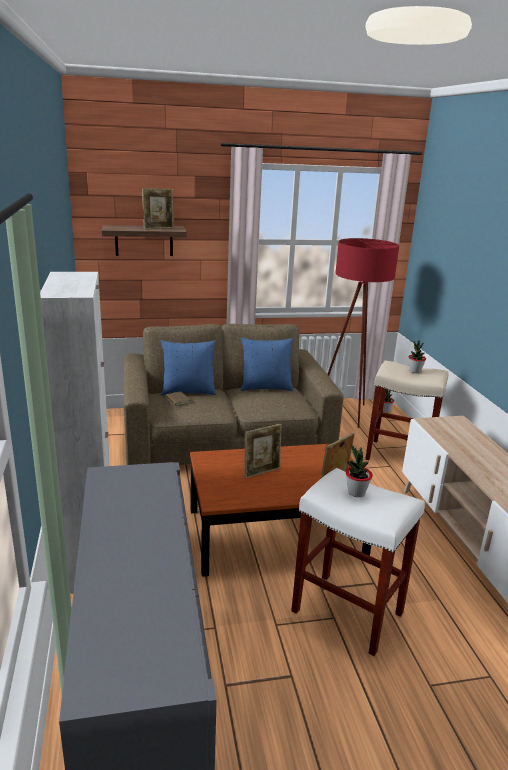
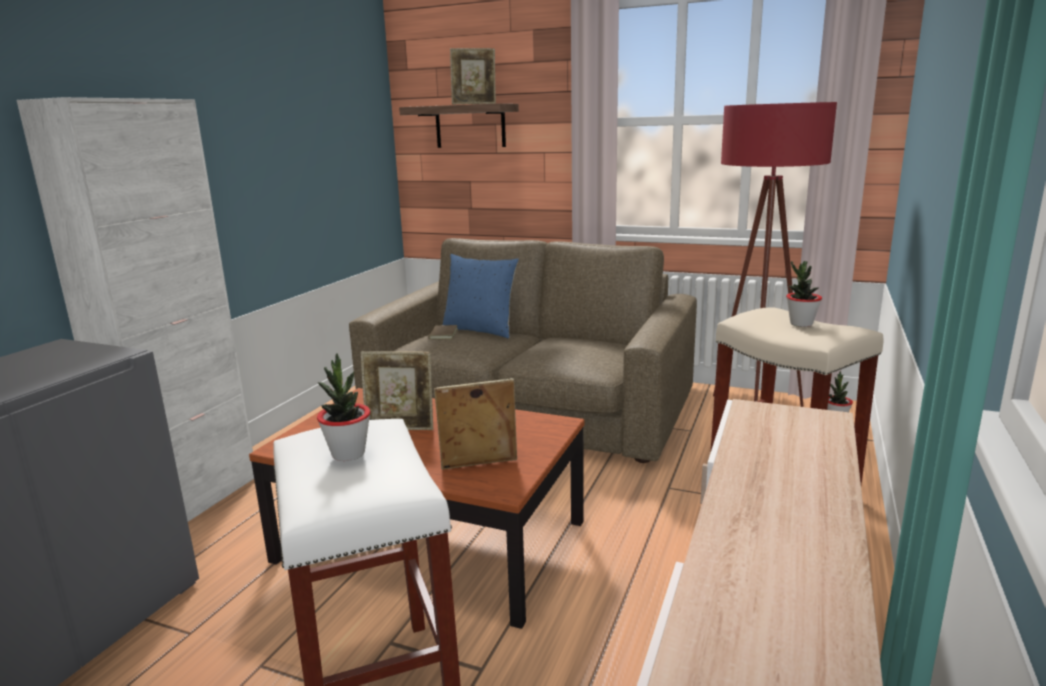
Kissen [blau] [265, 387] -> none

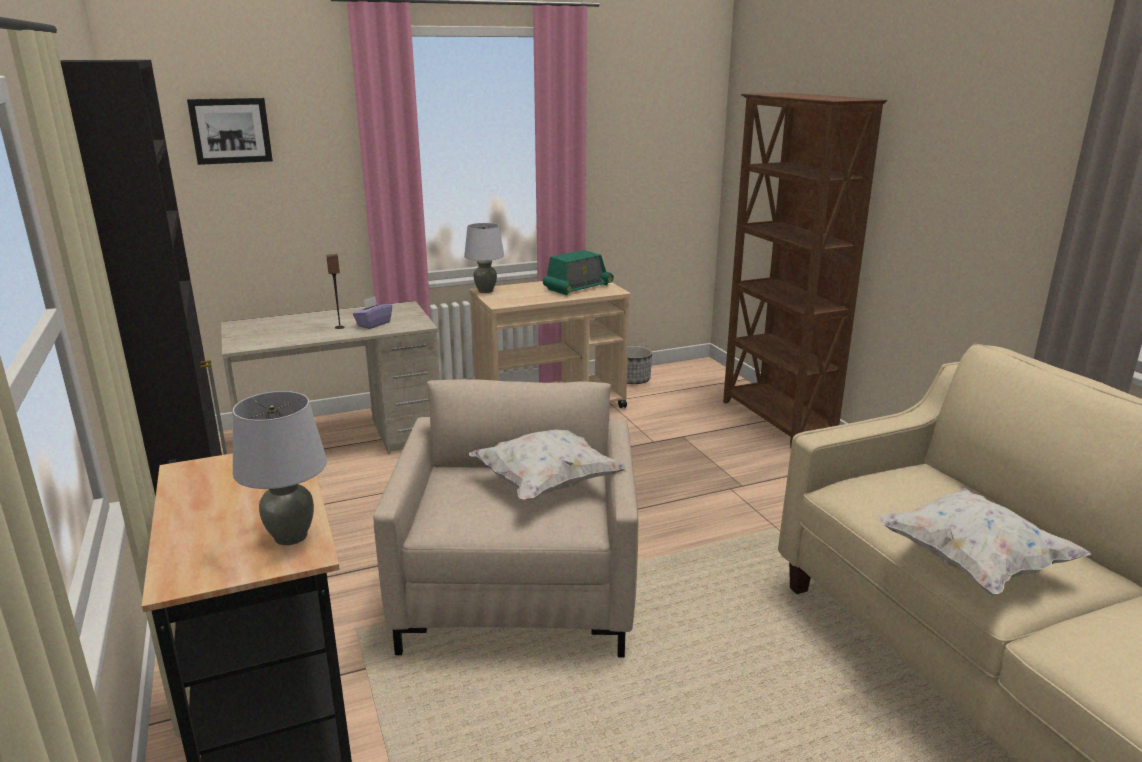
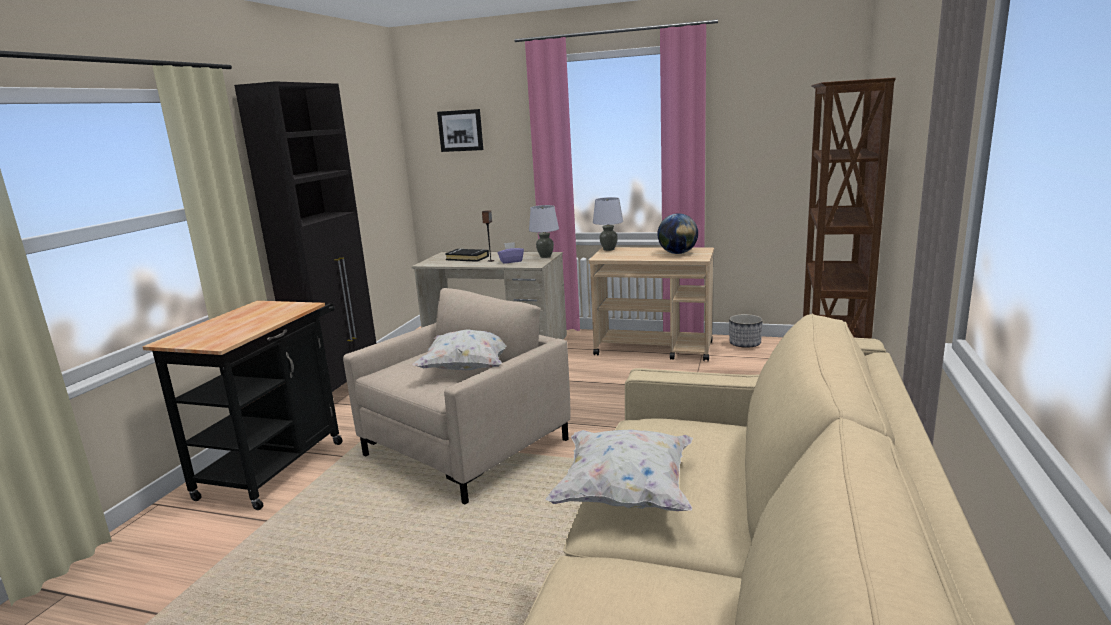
Tischlampe [grau] [291, 536] -> Tischlampe [grau] [545, 256], moved
Radio [578, 287] -> Globus [677, 253]
none -> Buch [schwarz] [467, 258]

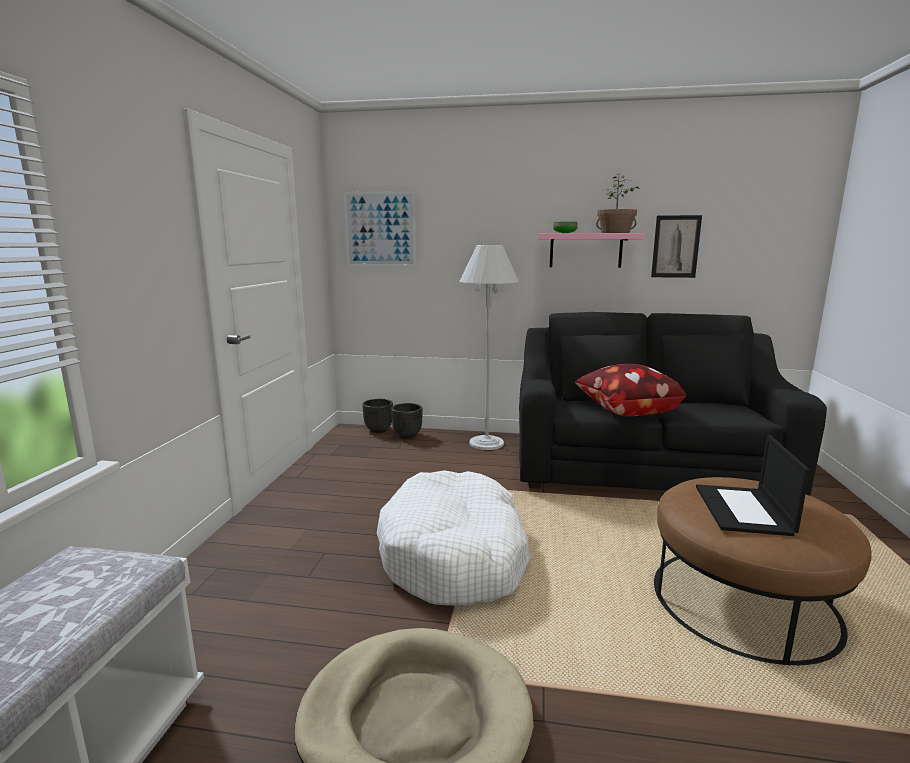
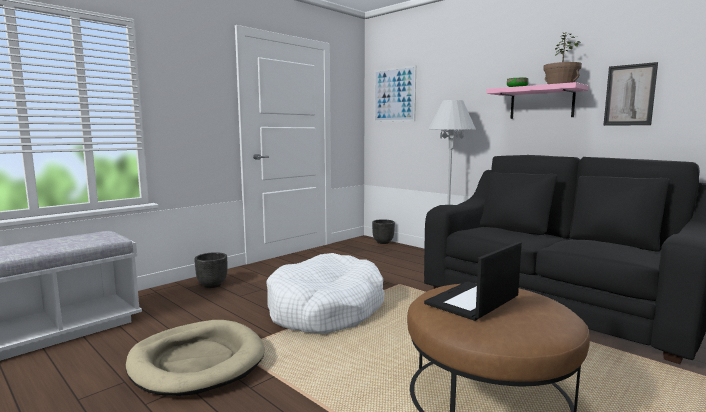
Pflanzkübel [schwarz] [407, 435] -> Pflanzkübel [schwarz] [212, 285], moved
Kissen [625, 411] -> none

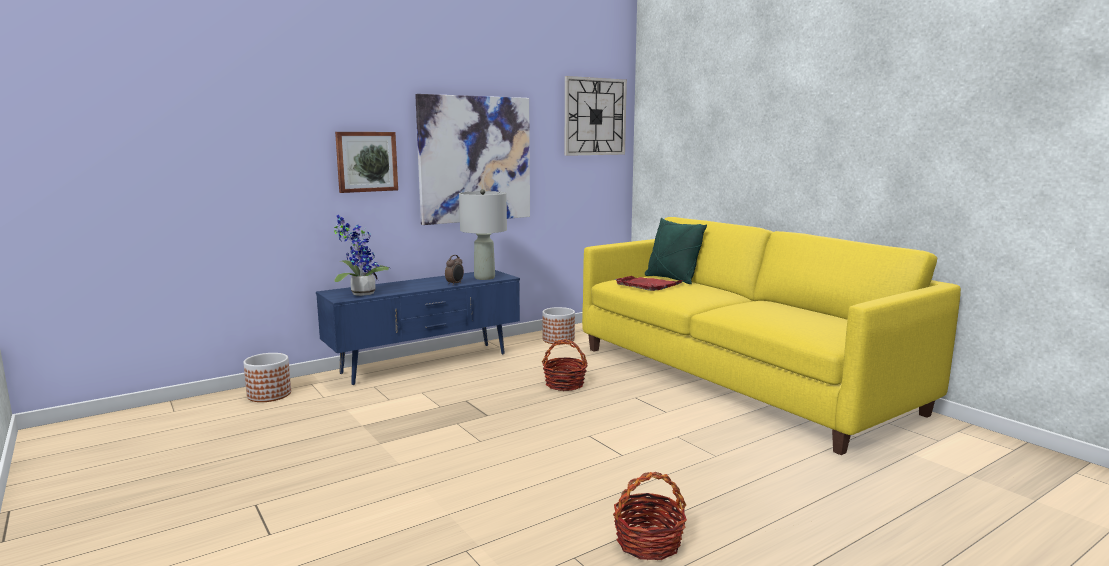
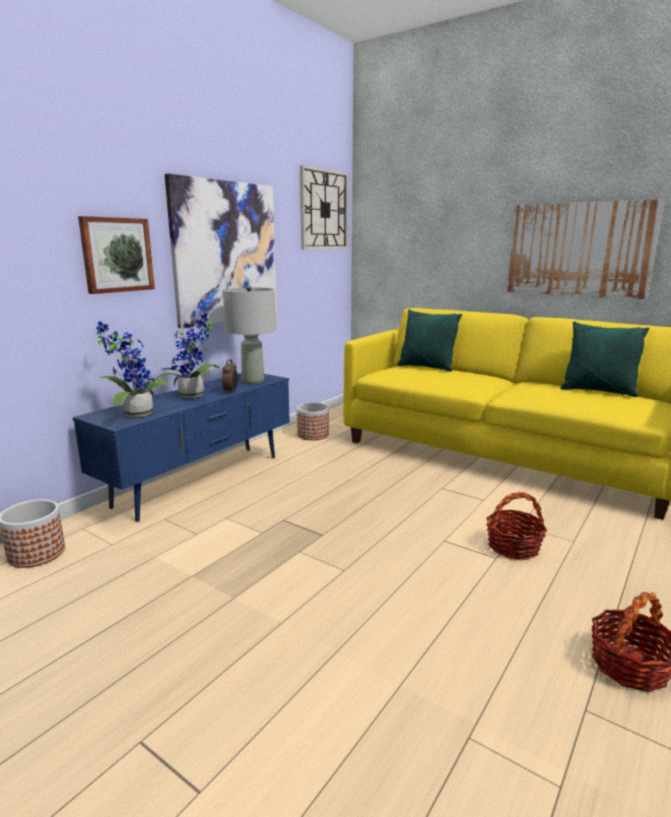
Korb [564, 384] -> Korb [513, 547], moved
Tablett [rot] [648, 285] -> none
none -> Topfpflanze [194, 396]
none -> Bild [579, 249]
none -> Kissen [grün] [598, 391]

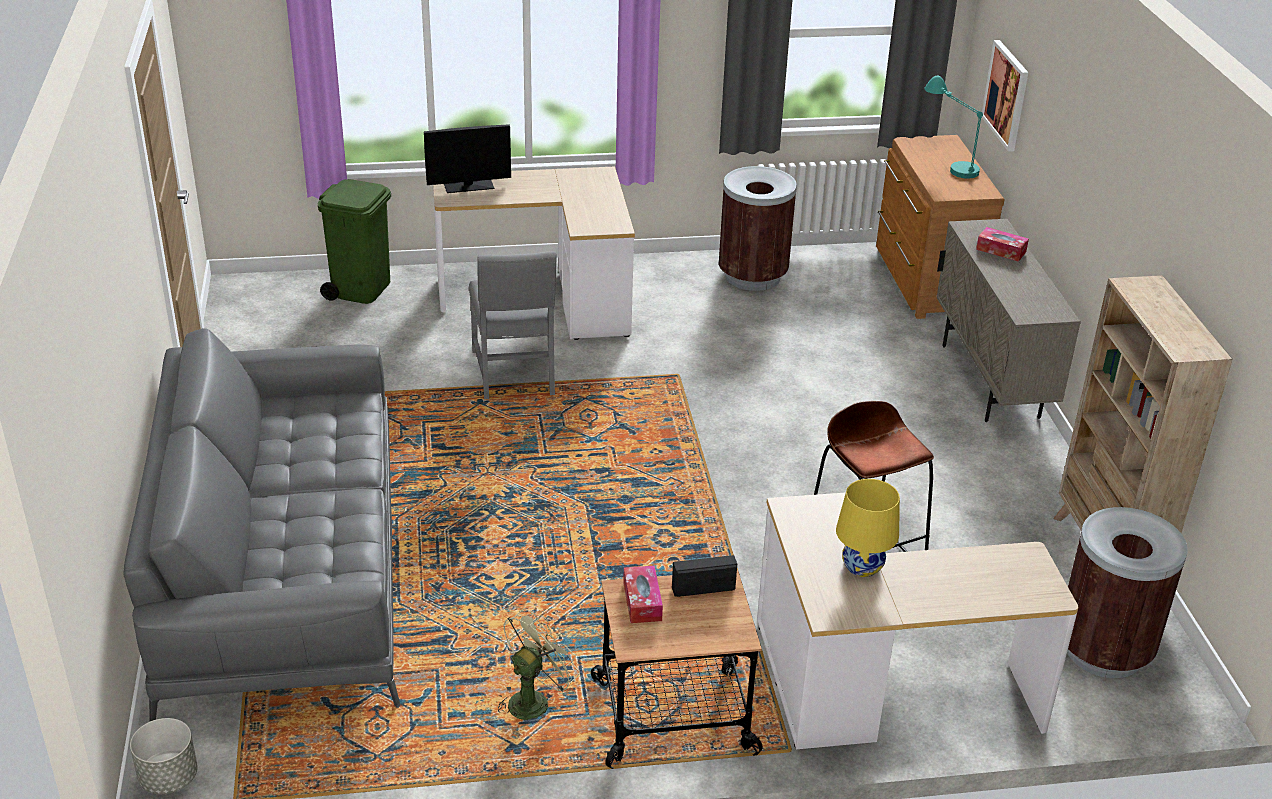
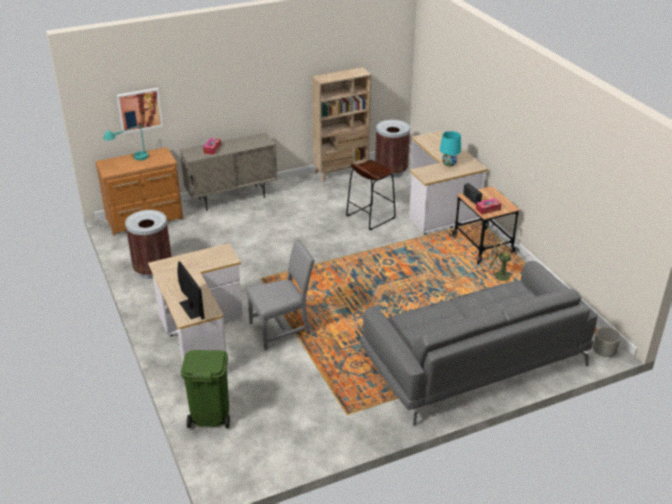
Tischlampe [gelb] [862, 566] -> Tischlampe [türkis] [449, 163]

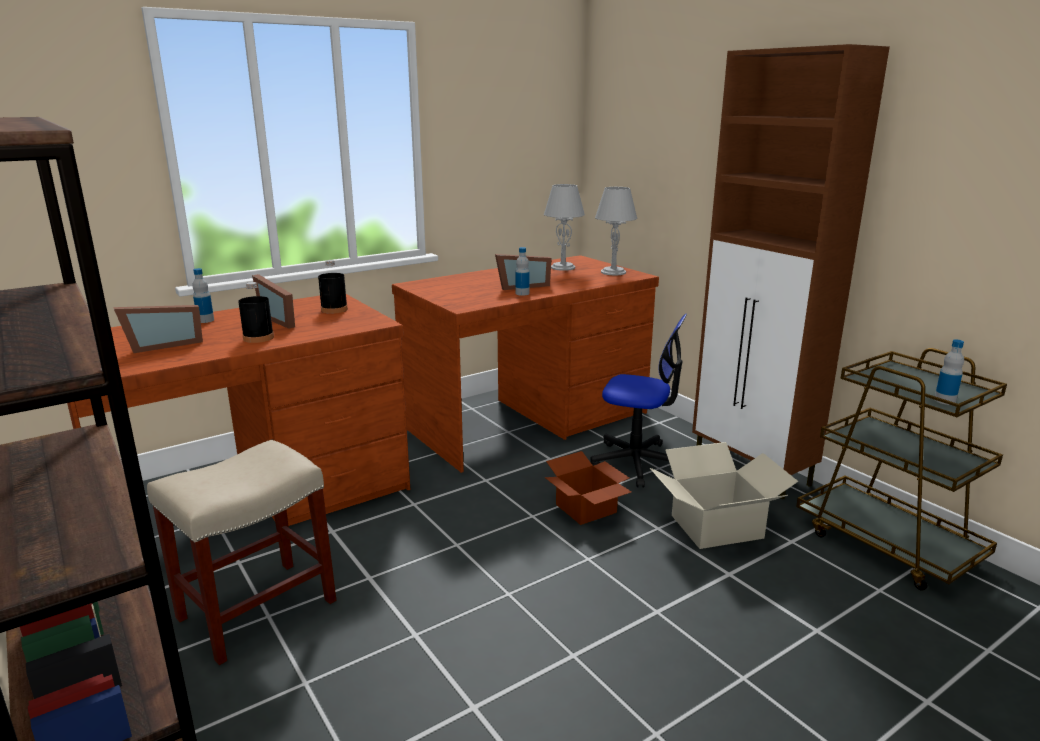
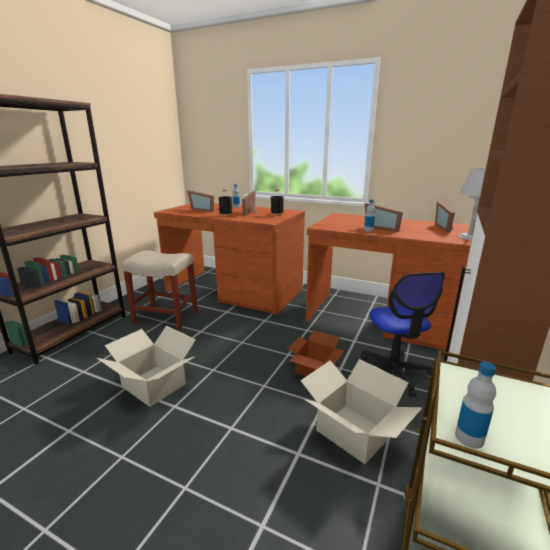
Tischlampe [grau] [563, 267] -> Bilderrahmen [445, 227]
none -> Karton [154, 385]

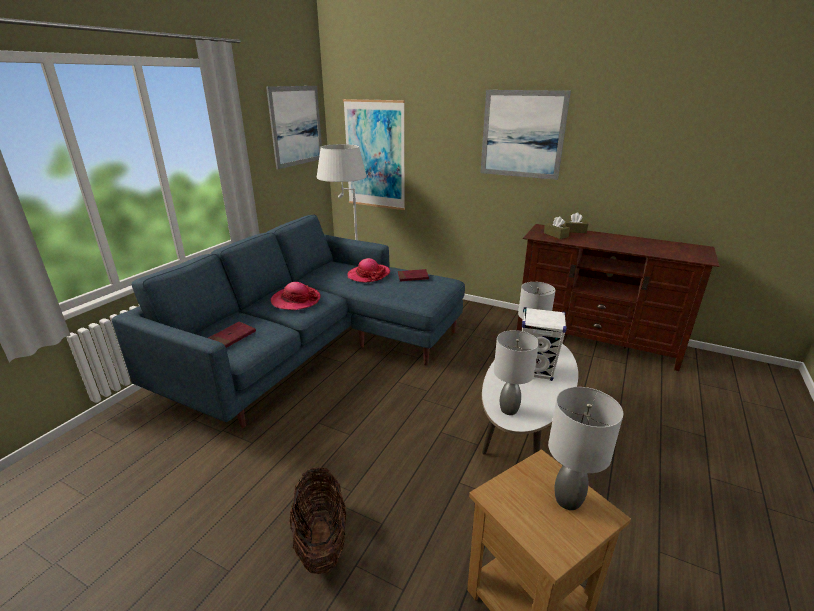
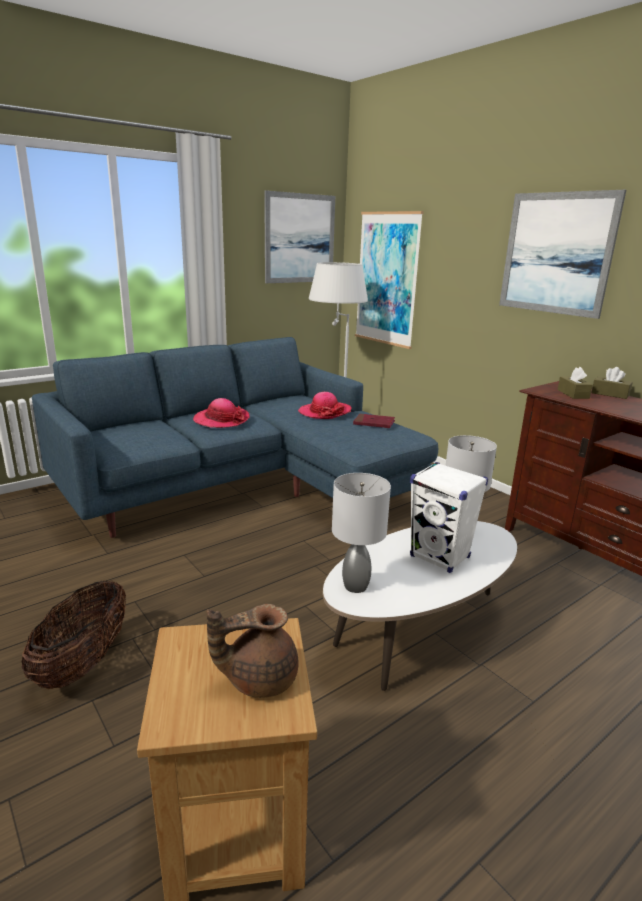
Buch [rot] [232, 337] -> none
Tischlampe [grau] [567, 500] -> Teekanne [braun] [258, 678]

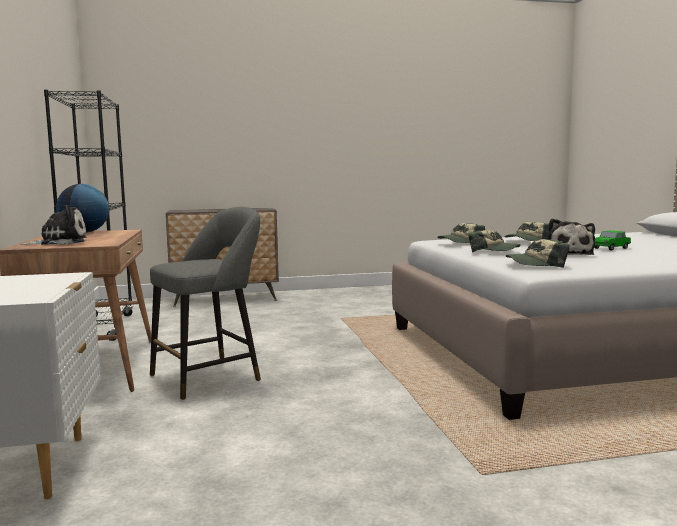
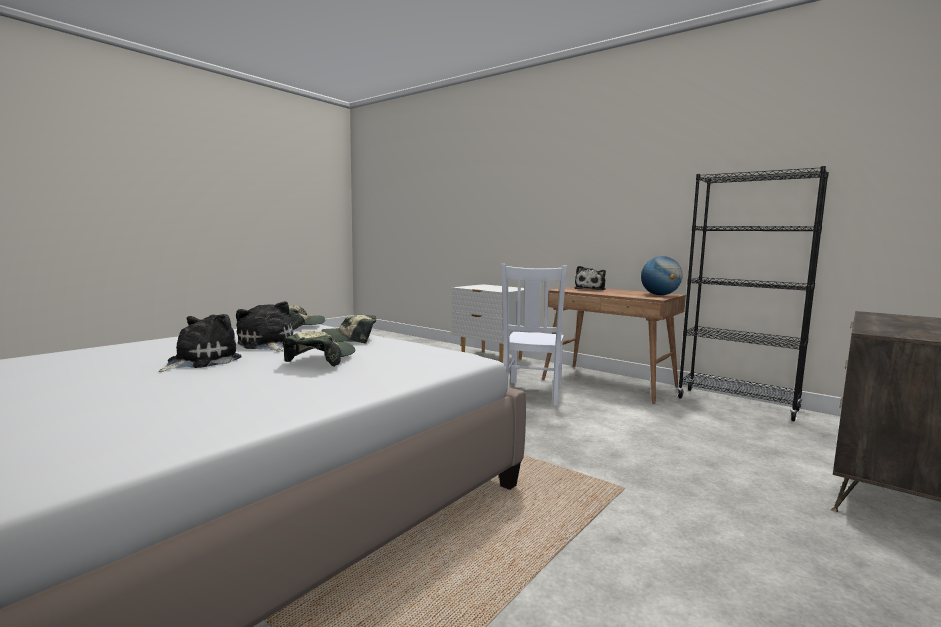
Hocker [grau] [211, 376] -> Stuhl [weiß] [532, 393]
Kappe [460, 242] -> none
Spielzeugauto [610, 248] -> Plüschtier [200, 361]

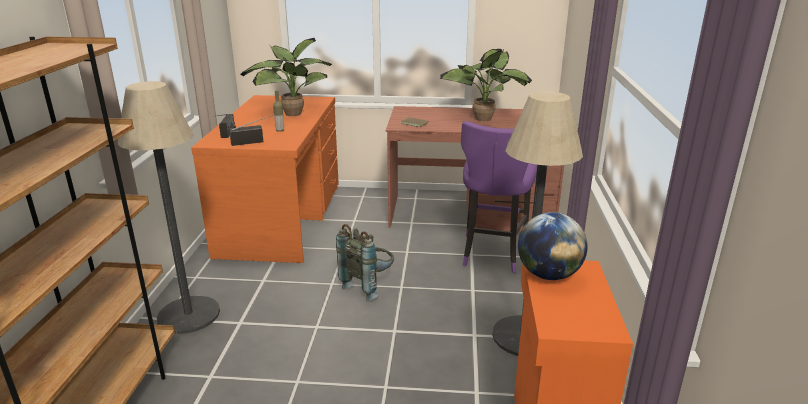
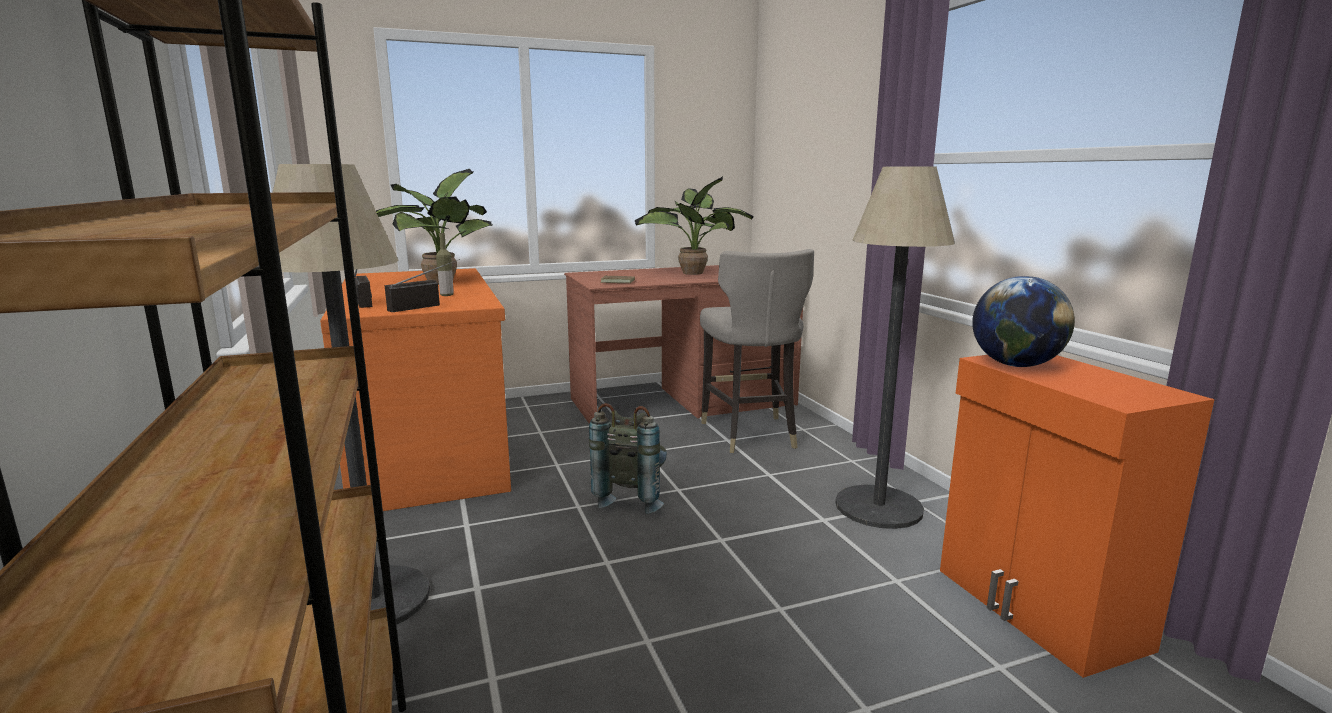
Hocker [lila] [492, 253] -> Hocker [grau] [750, 435]

